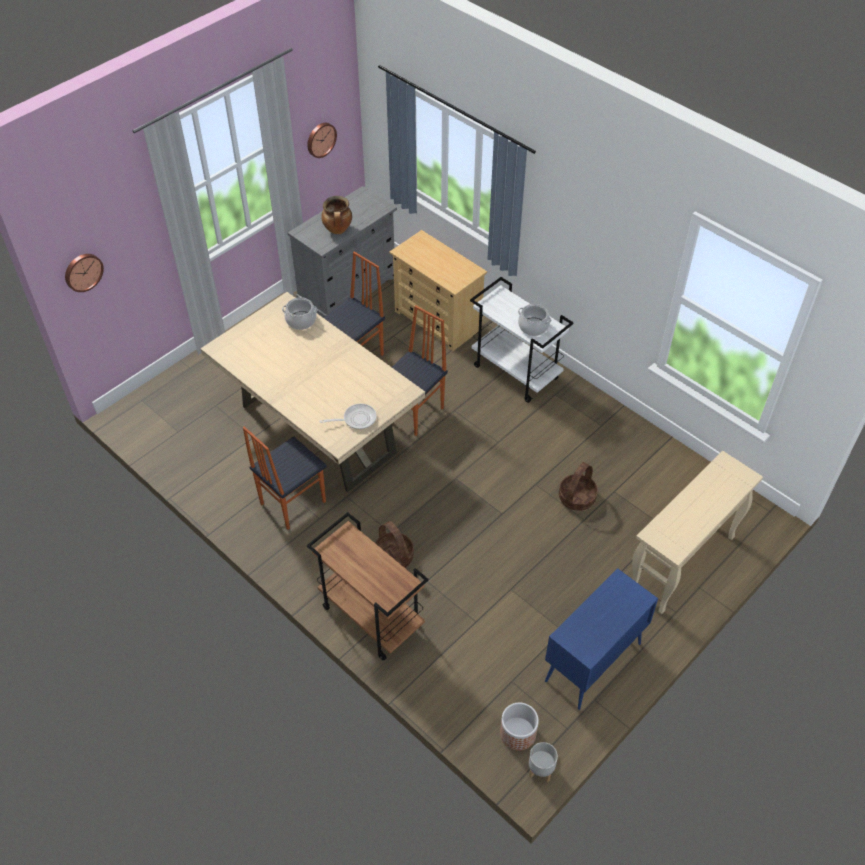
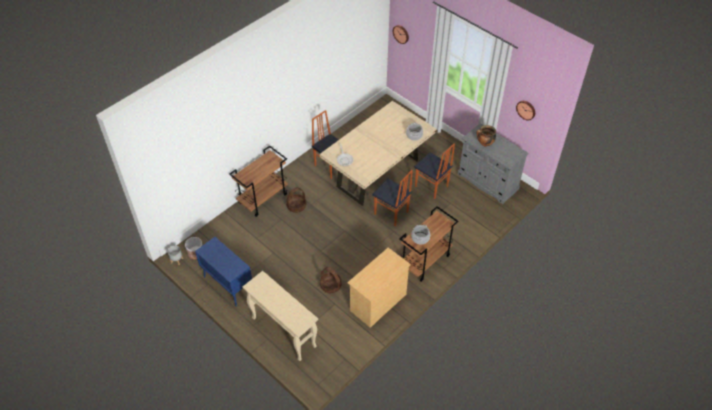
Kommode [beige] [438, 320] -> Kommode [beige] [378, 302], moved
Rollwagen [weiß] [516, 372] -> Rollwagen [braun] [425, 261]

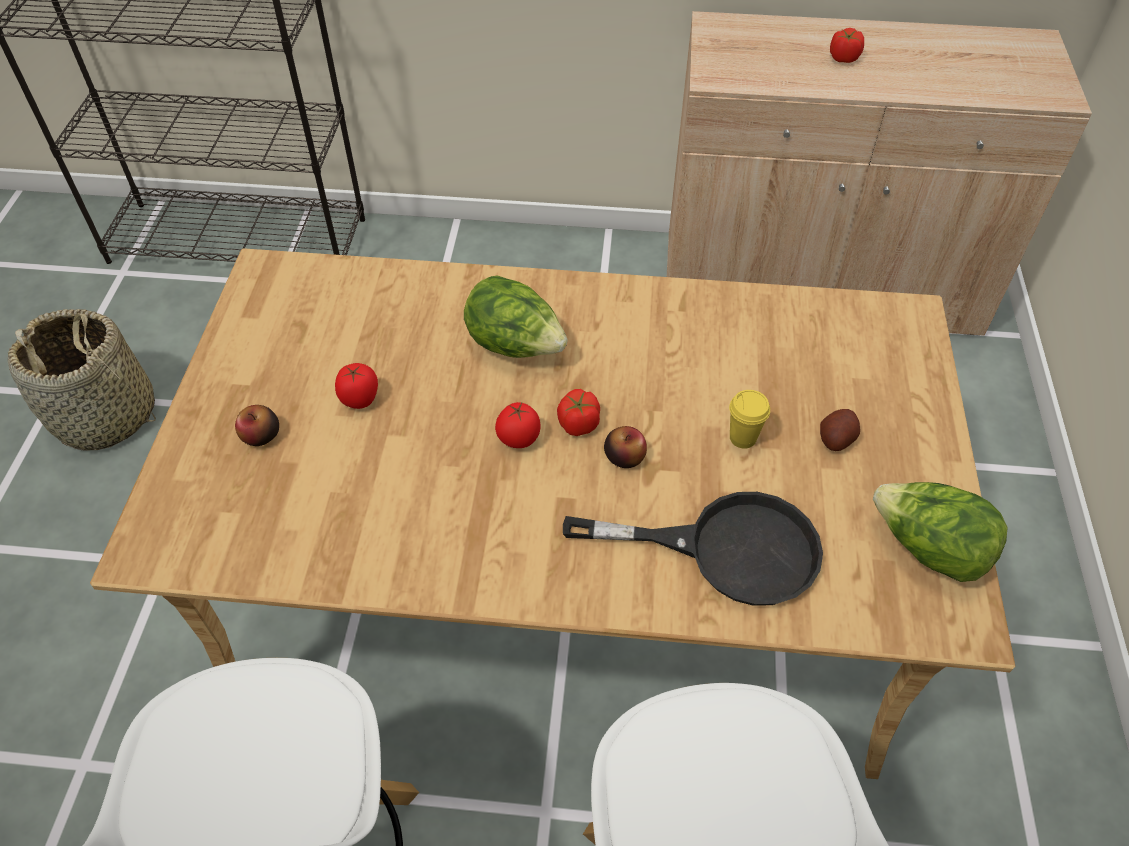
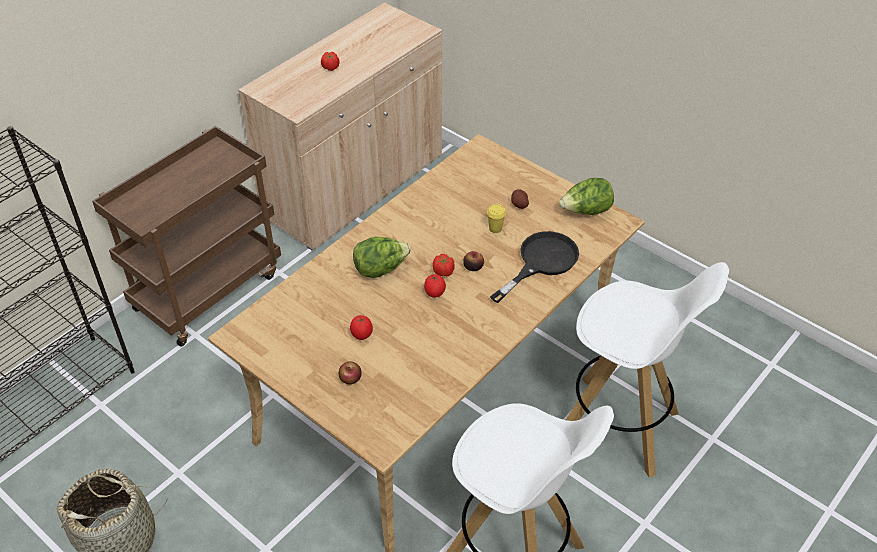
none -> Rollwagen [braun] [208, 289]

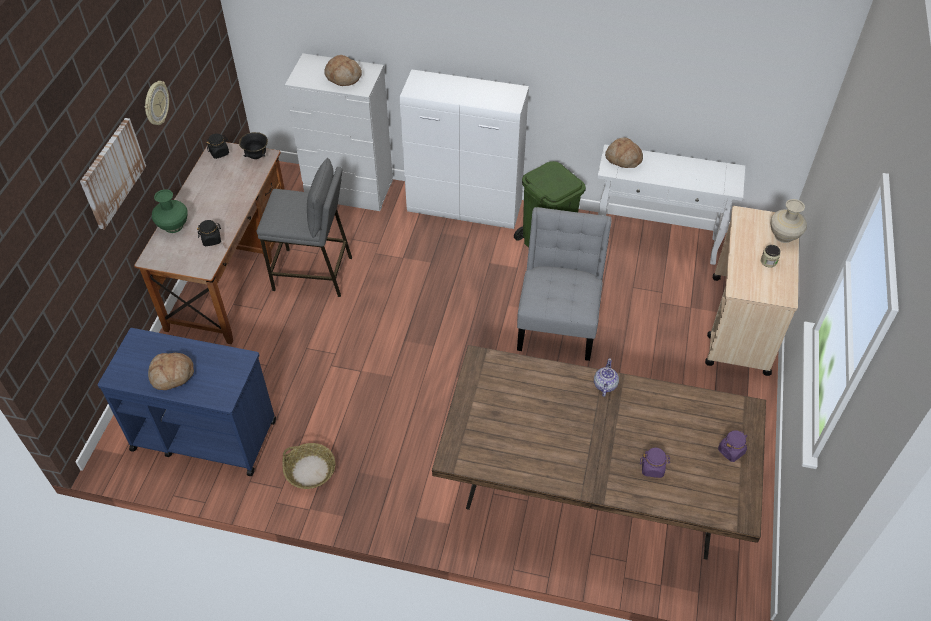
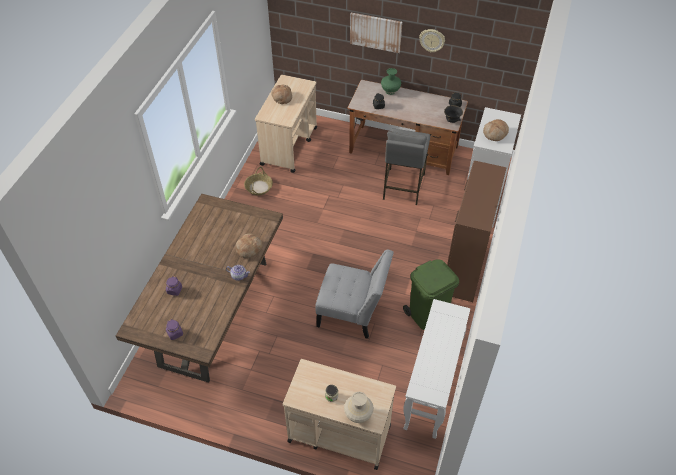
Rollwagen [blau] [203, 435] -> Rollwagen [beige] [289, 146]
Schrank [weiß] [465, 208] -> Schrank [braun] [465, 268]
Brot [623, 159] -> Brot [249, 248], moved

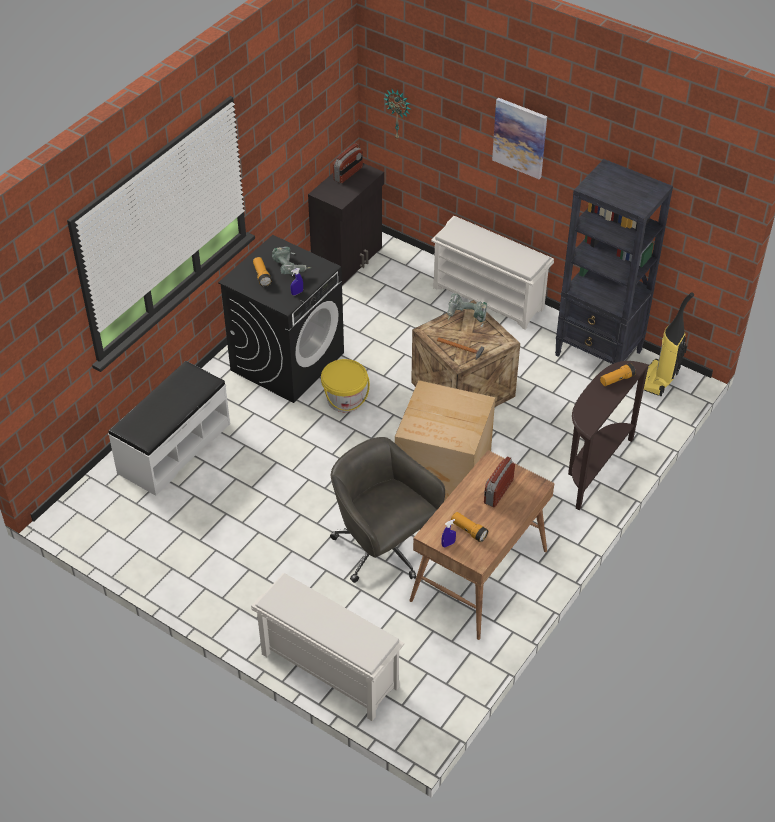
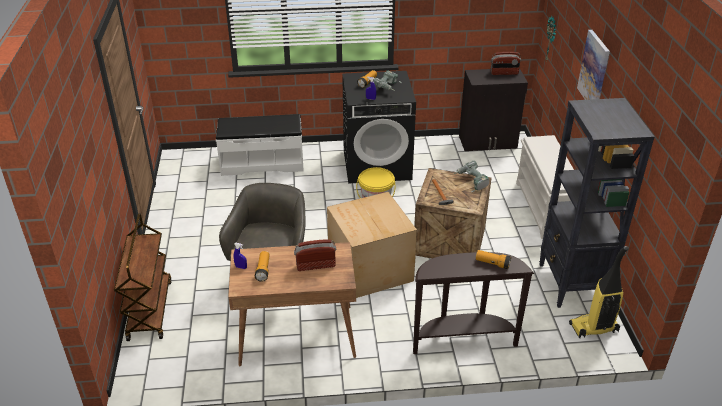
Schuhregal [weiß] [328, 670] -> Rollwagen [braun] [149, 309]

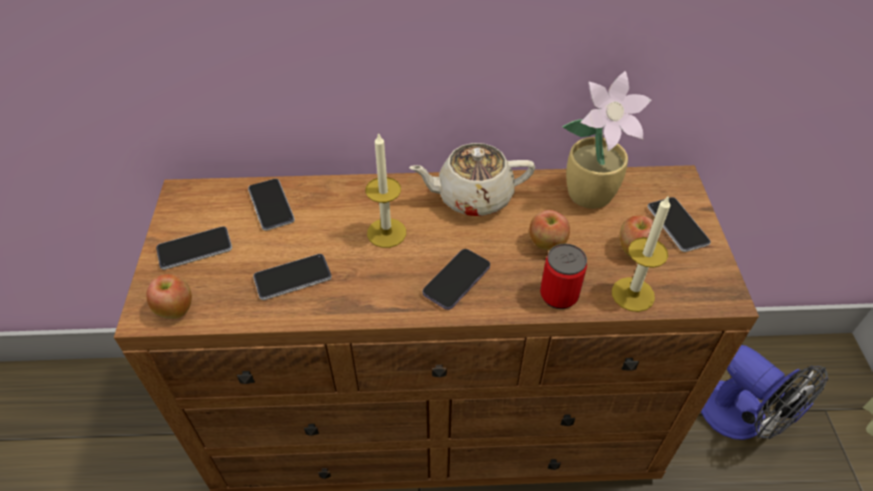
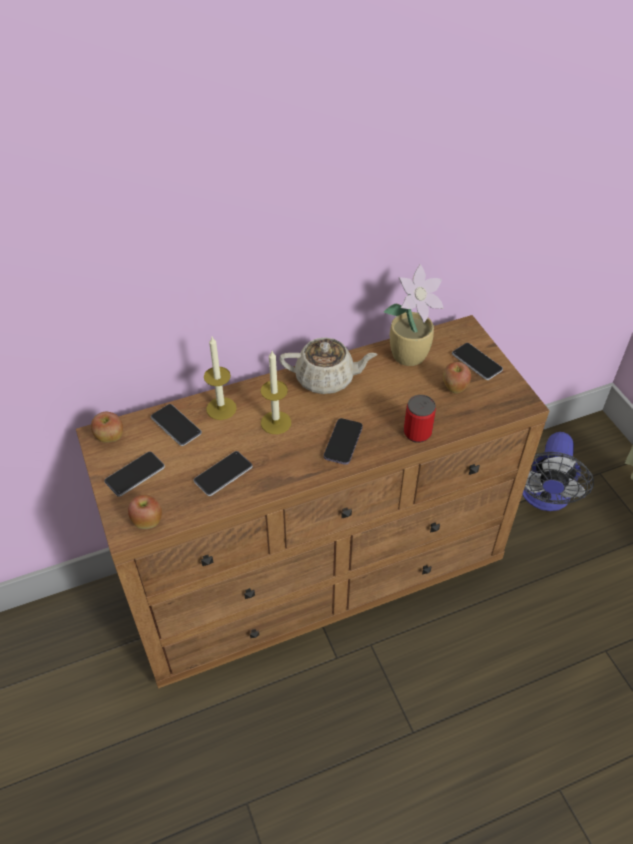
Teekanne [beige] [472, 197] -> Teekanne [beige] [326, 379], 150 degrees counterclockwise
Apfel [547, 244] -> Apfel [110, 438], moved
Kerze [633, 294] -> Kerze [221, 408], moved
Ventilator [742, 419] -> Ventilator [544, 498], 75 degrees clockwise

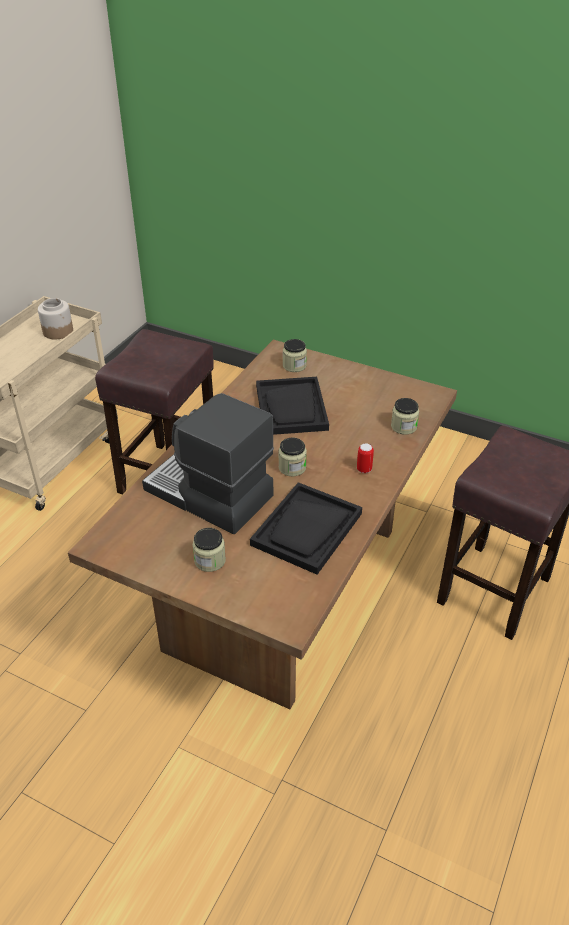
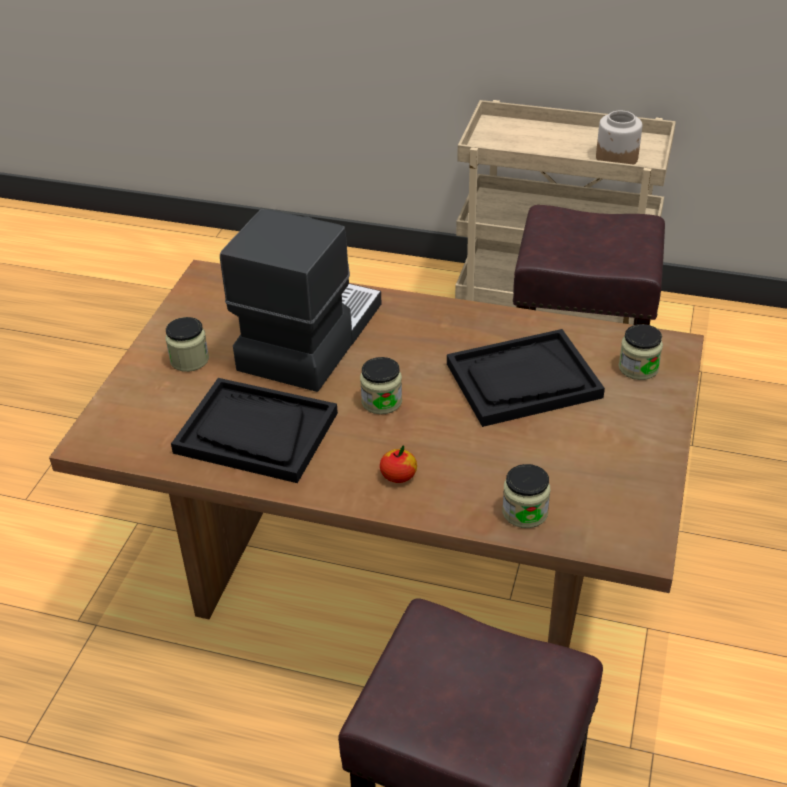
Dose [364, 469] -> Apfel [398, 475]

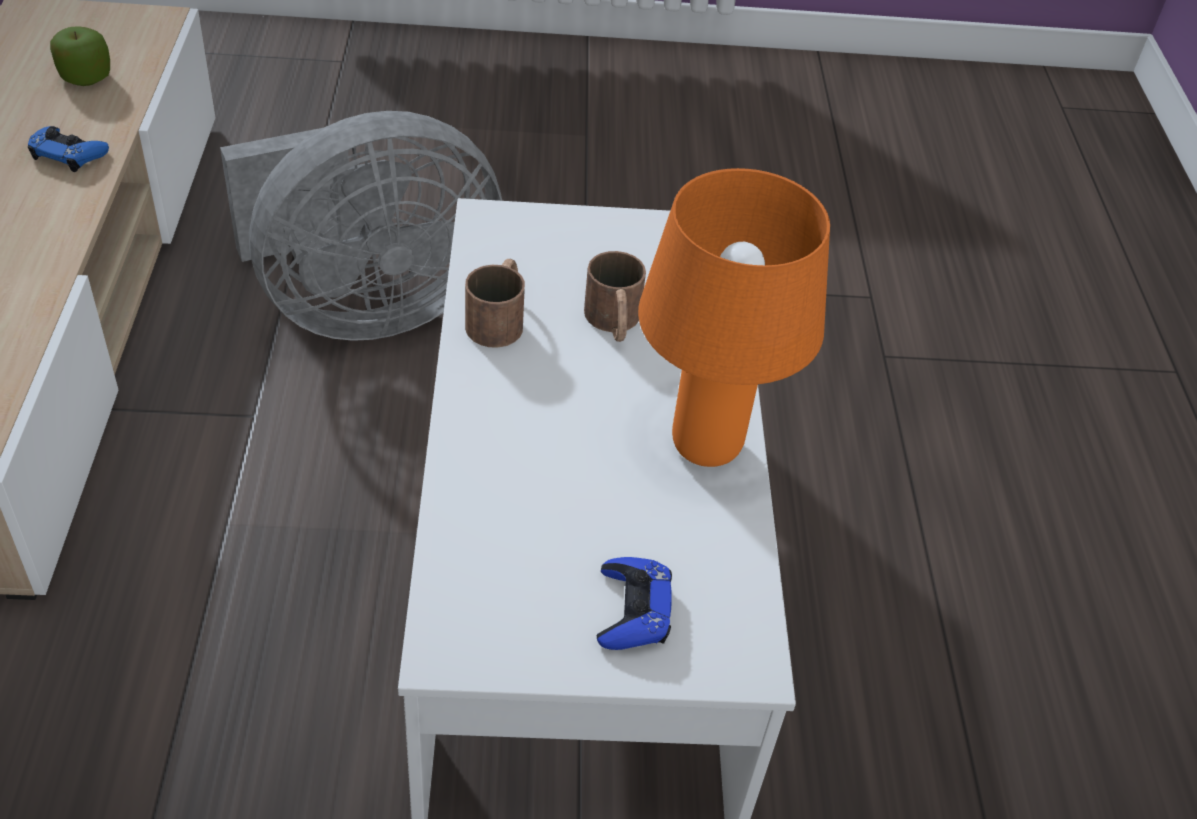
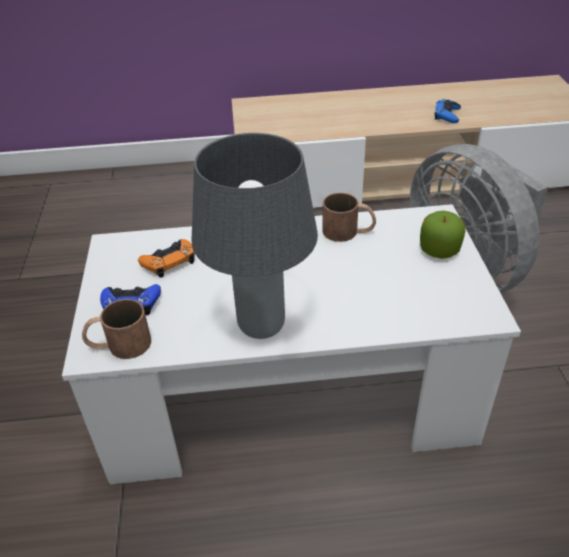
Apfel [85, 77] -> Apfel [439, 250], moved
Henkelbecher [braun] [614, 323] -> Henkelbecher [braun] [119, 345], moved
Tischlampe [orange] [707, 445] -> Tischlampe [grau] [262, 326]
none -> Gamepad [orange] [169, 261]

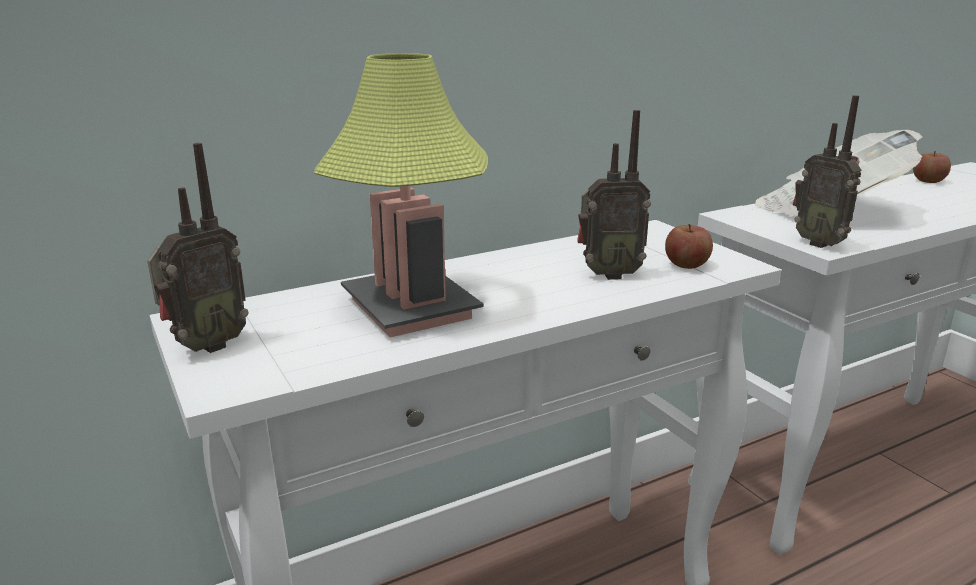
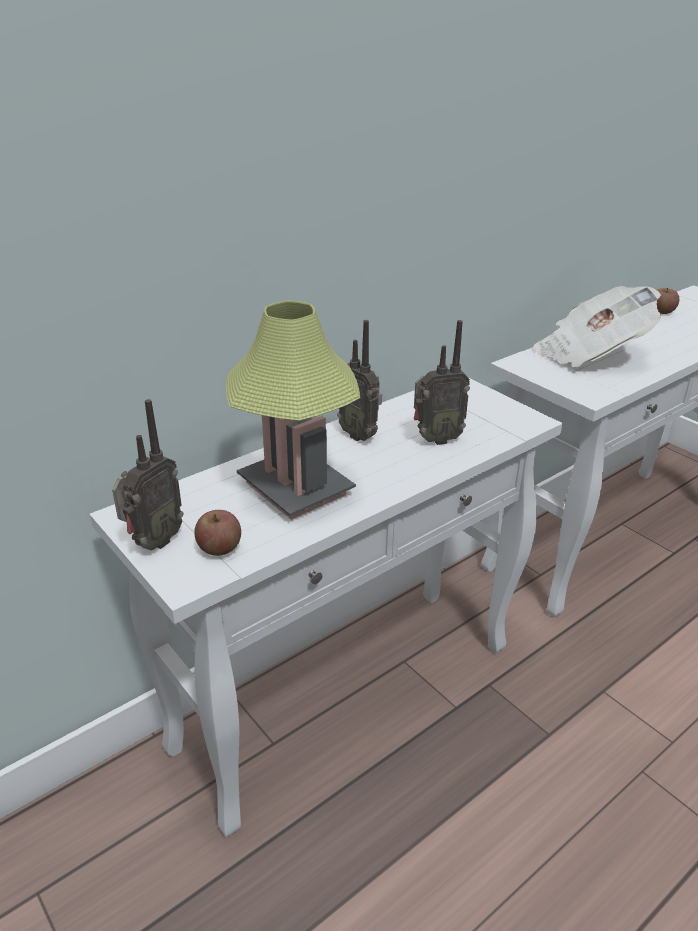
Apfel [686, 264] -> Apfel [219, 548], moved
Radio [819, 243] -> Radio [359, 434], moved

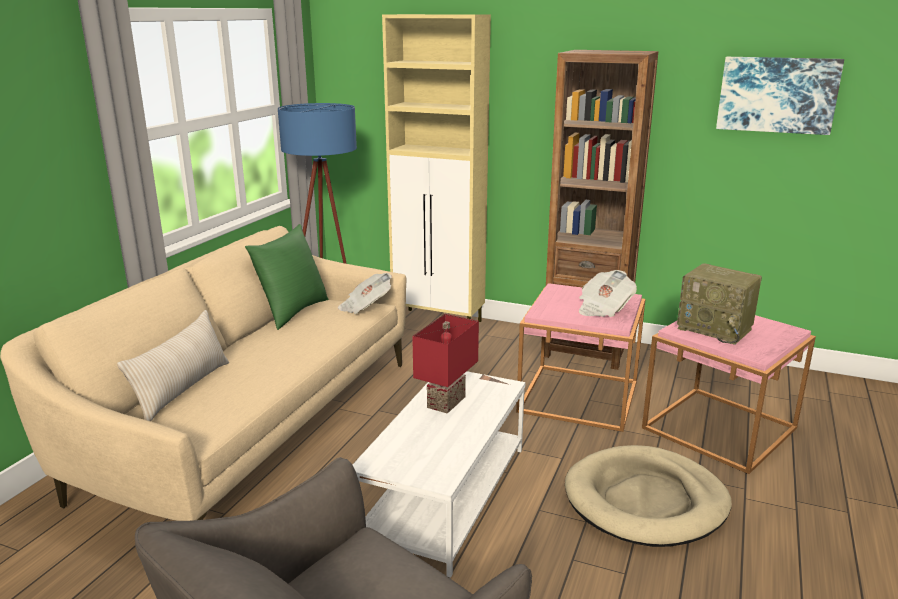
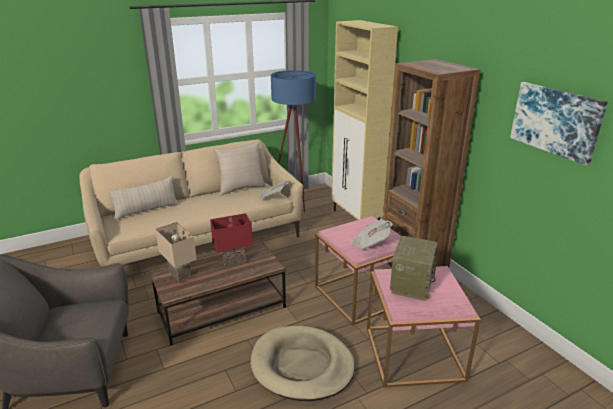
Kissen [grün] [292, 312] -> Kissen [beige] [241, 188]
Couchtisch [weiß] [445, 494] -> Couchtisch [braun] [222, 309]
Radio [716, 329] -> Radio [411, 284], 150 degrees counterclockwise
none -> Tischlampe [beige] [178, 274]

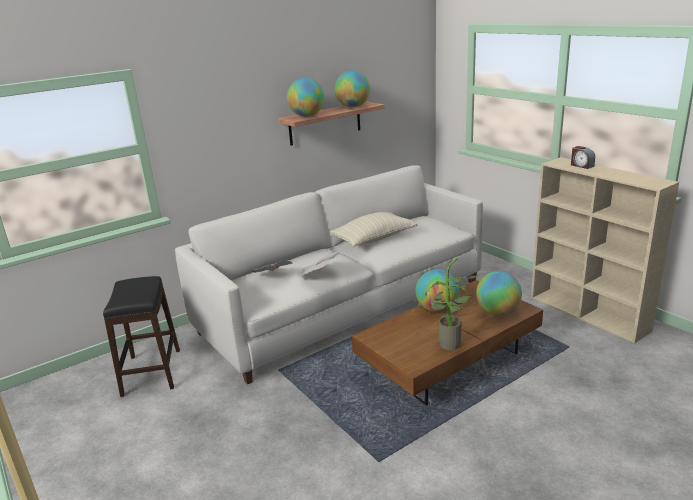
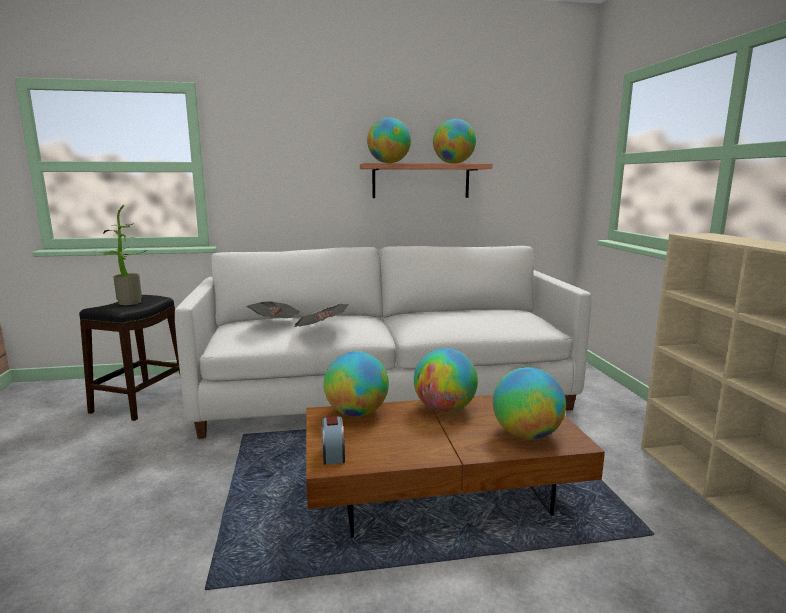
Kissen [beige] [373, 239] -> none
Topfpflanze [449, 346] -> Topfpflanze [126, 303], moved
Wecker [581, 165] -> Wecker [333, 453], moved
none -> Globus [357, 413]

